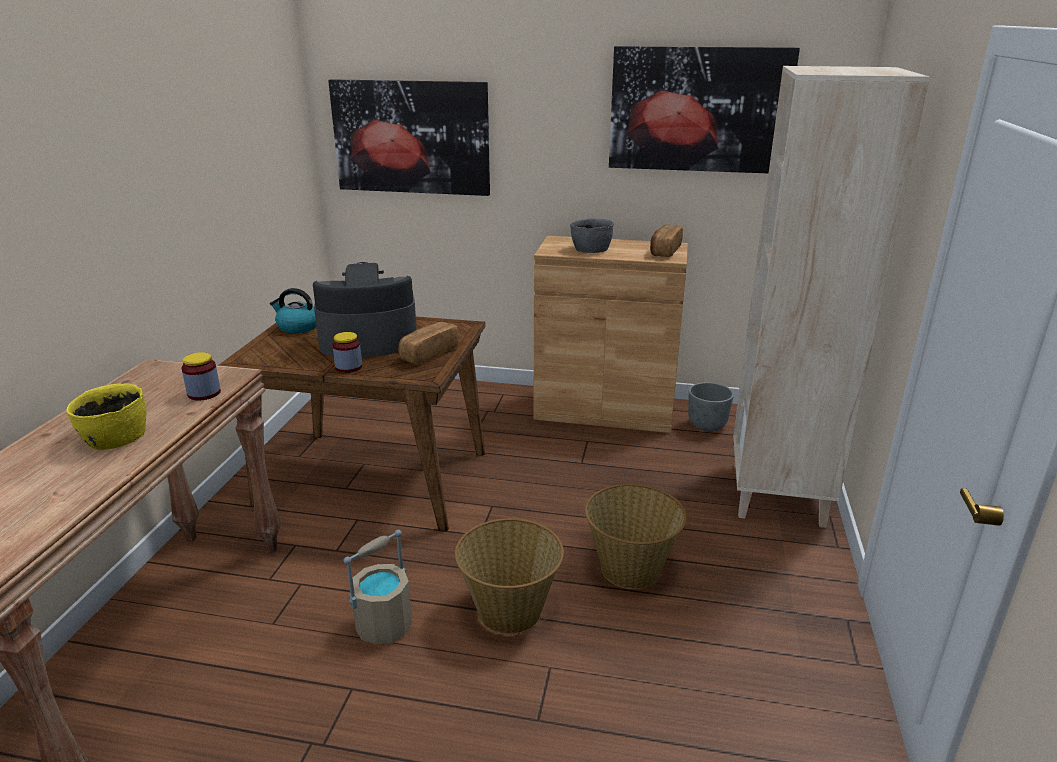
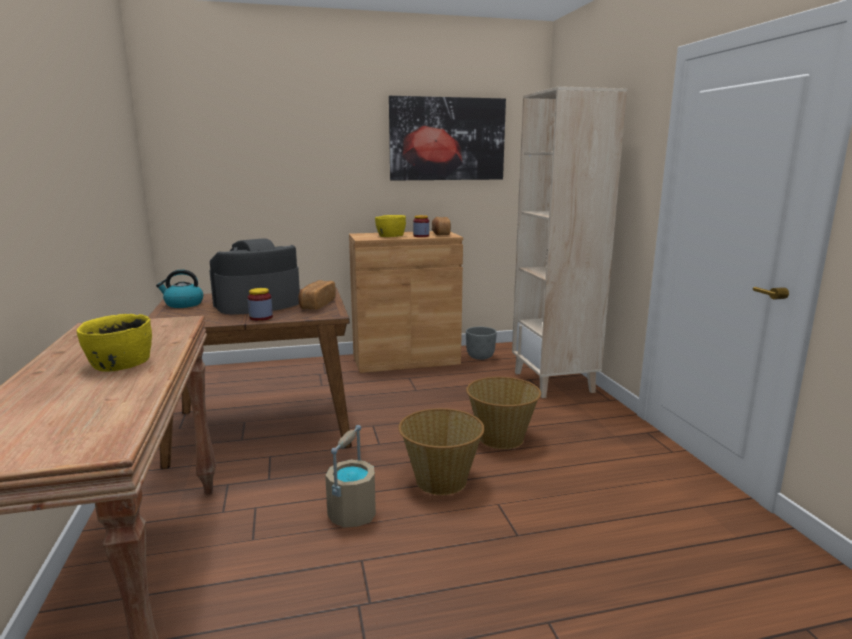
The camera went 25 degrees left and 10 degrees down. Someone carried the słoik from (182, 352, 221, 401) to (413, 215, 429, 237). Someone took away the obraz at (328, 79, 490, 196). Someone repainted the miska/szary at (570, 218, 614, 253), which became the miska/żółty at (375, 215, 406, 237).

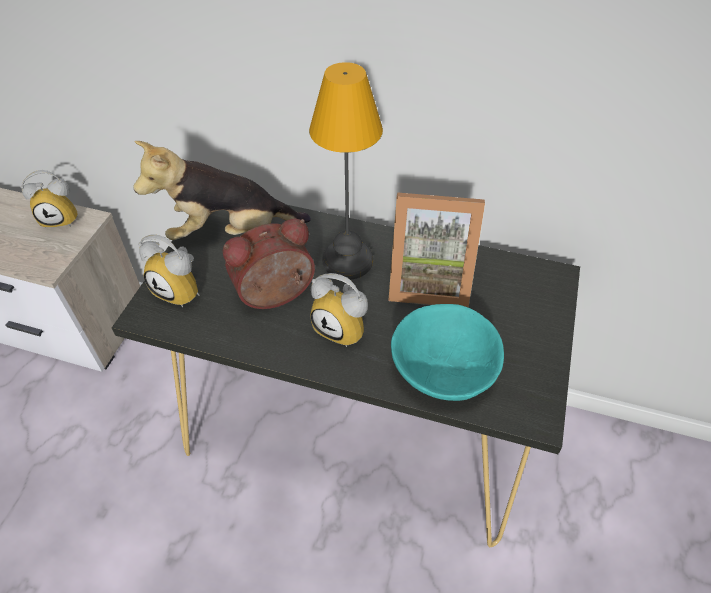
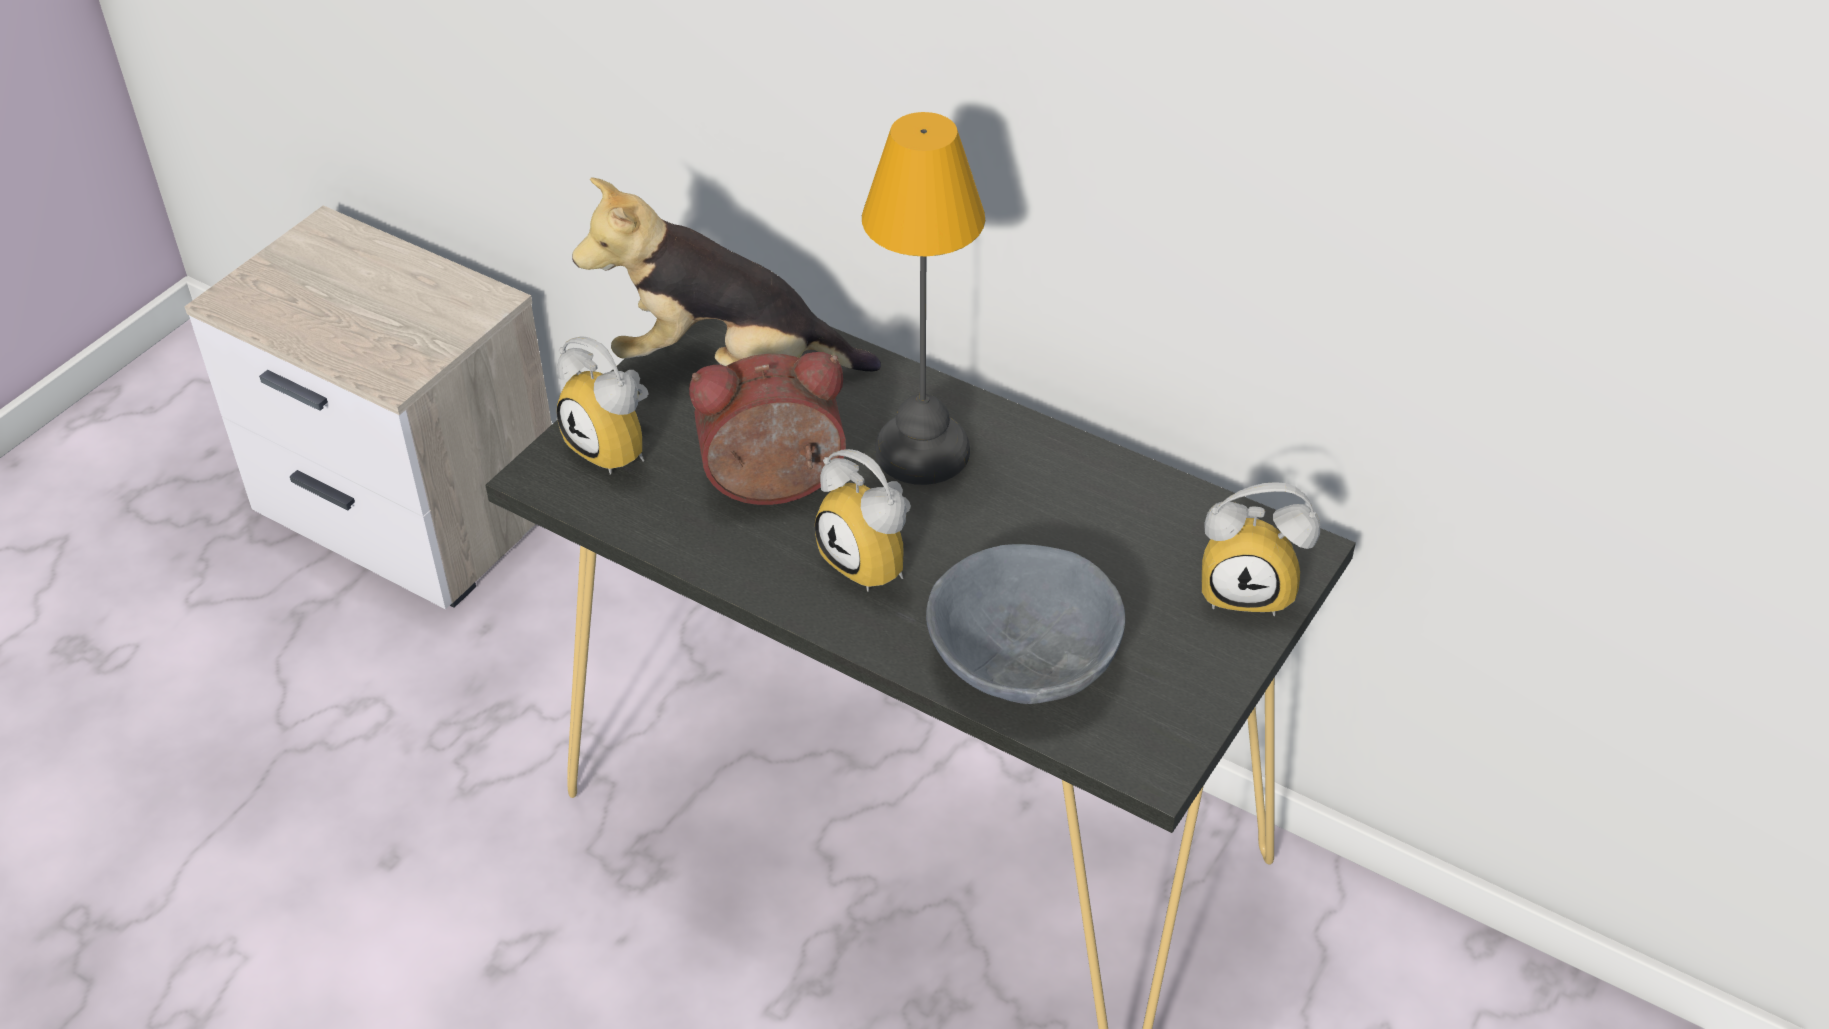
The camera went 15 degrees right and 5 degrees down. Someone carried the budzik from (20, 170, 78, 229) to (1202, 482, 1320, 616). Someone took away the ramka na zdjęcie at (388, 192, 485, 308). Someone repainted the miska/turkusowy at (391, 304, 504, 401), which became the miska/szary at (926, 544, 1125, 704).

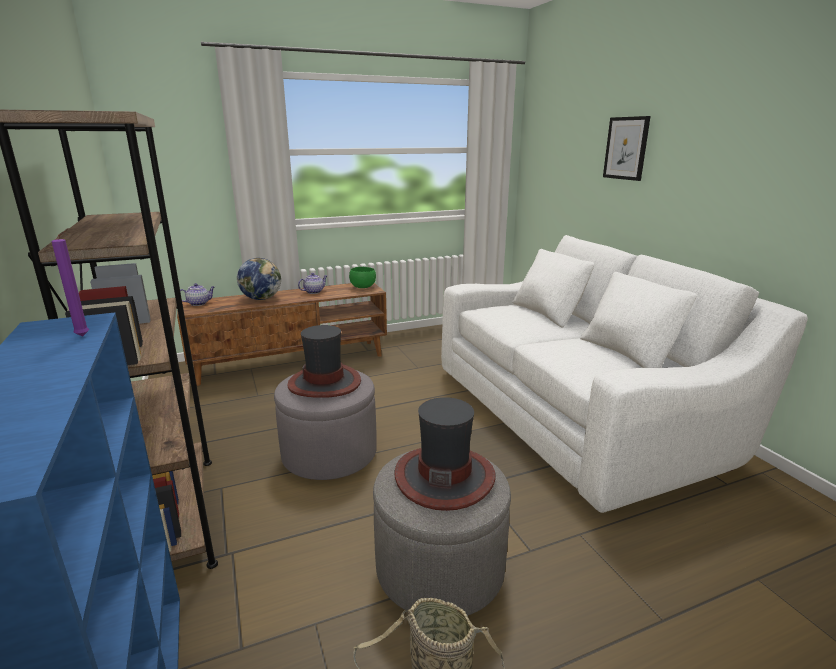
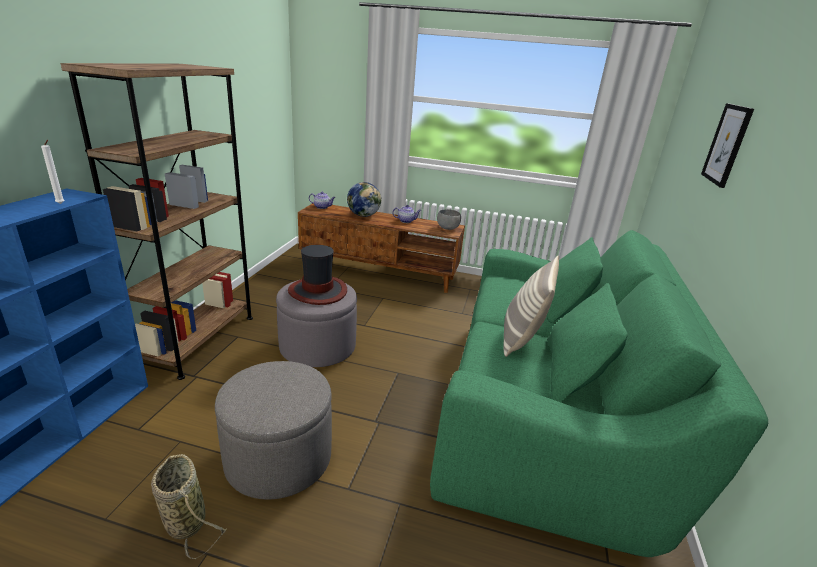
The camera went 35 degrees right and 5 degrees up. Someone repainted the świeca/fioletowy at (51, 228, 89, 336), which became the świeca/biały at (41, 140, 65, 204). Someone repainted the miska/zielony at (349, 267, 376, 288), which became the miska/szary at (437, 209, 461, 230). Someone took away the kapelusz at (394, 397, 496, 511). Someone repainted the kanapa/biały at (441, 235, 808, 513), which became the kanapa/zielony at (430, 230, 768, 557). Someone put down the poduszka at (503, 256, 559, 357).

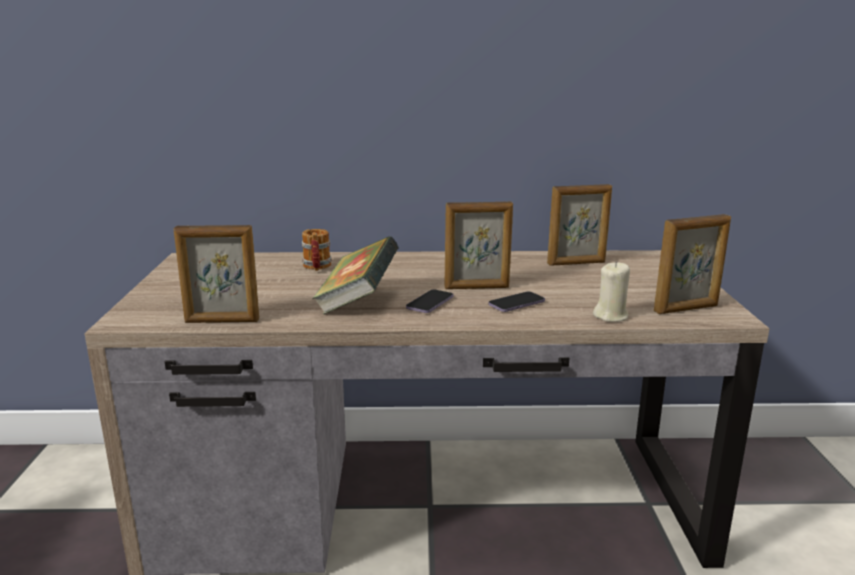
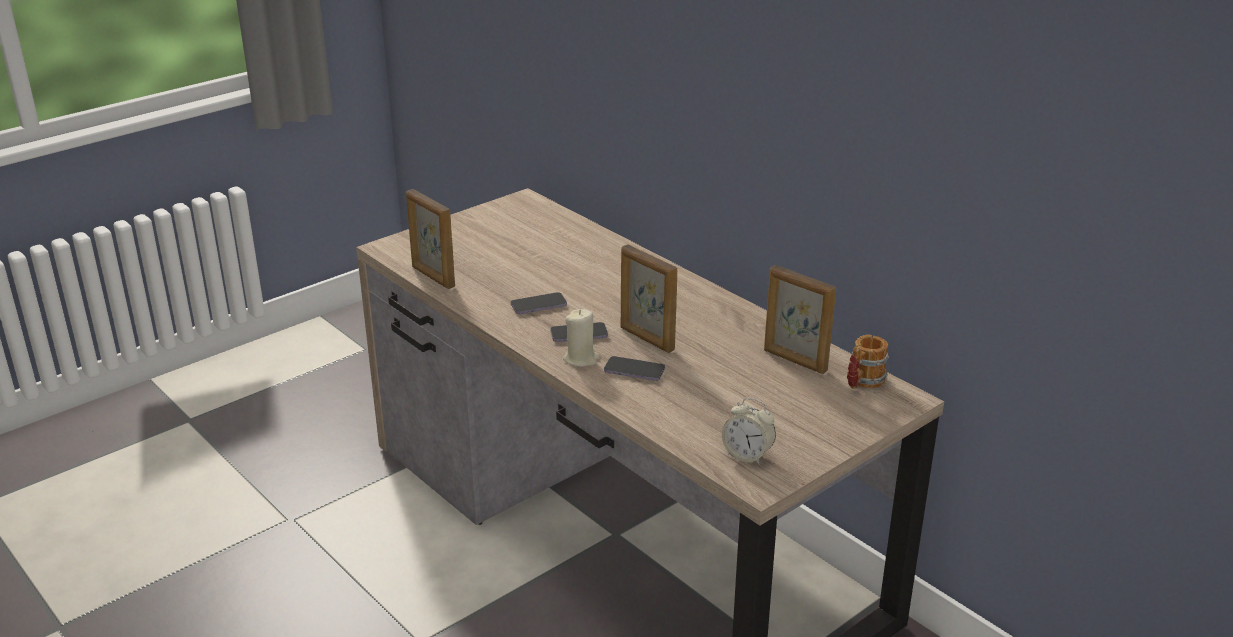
The camera went 50 degrees right and 10 degrees up. Someone carried the kubek from (302, 229, 332, 271) to (847, 335, 889, 389). Someone swapped the książka at (312, 236, 399, 314) for the telefon at (511, 292, 567, 314). Someone carried the świeca/beżowy from (593, 262, 630, 322) to (563, 309, 599, 367). Someone swapped the ramka na zdjęcie at (654, 214, 731, 314) for the budzik at (722, 398, 776, 465).

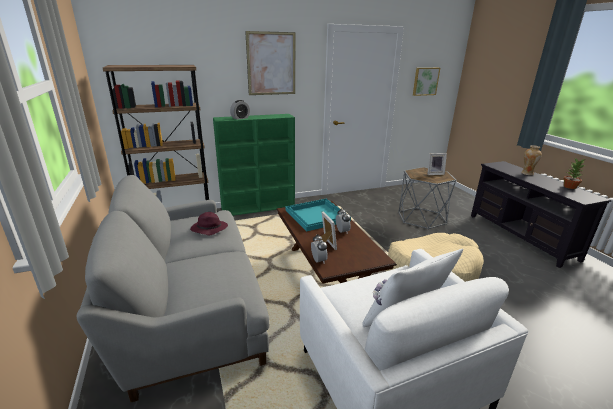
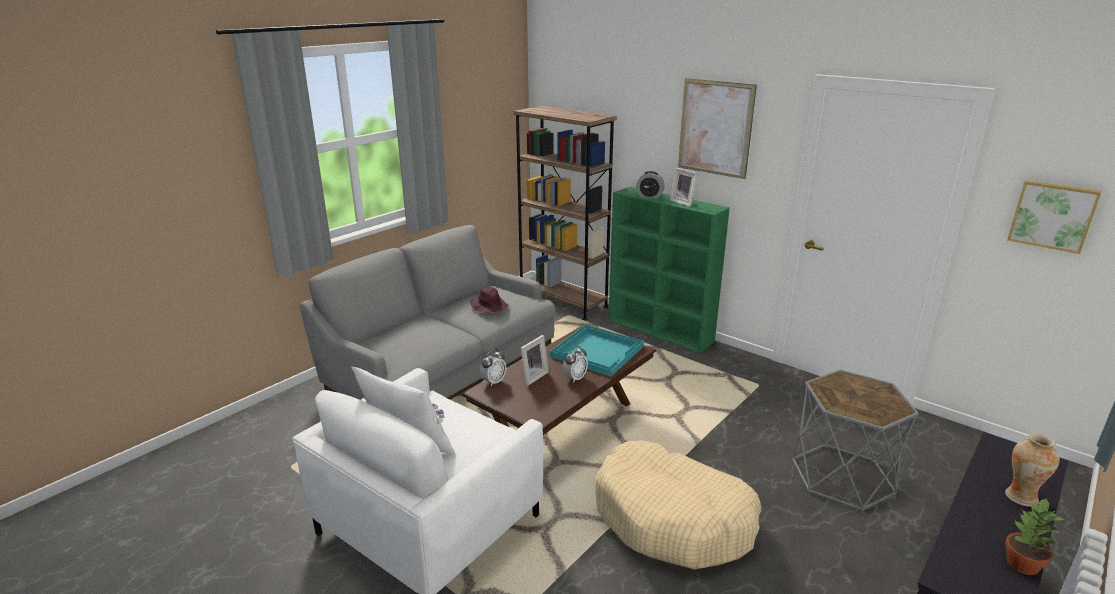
The camera went 60 degrees right and 0 degrees up. Someone carried the ramka na zdjęcie from (427, 153, 447, 175) to (670, 168, 697, 207).

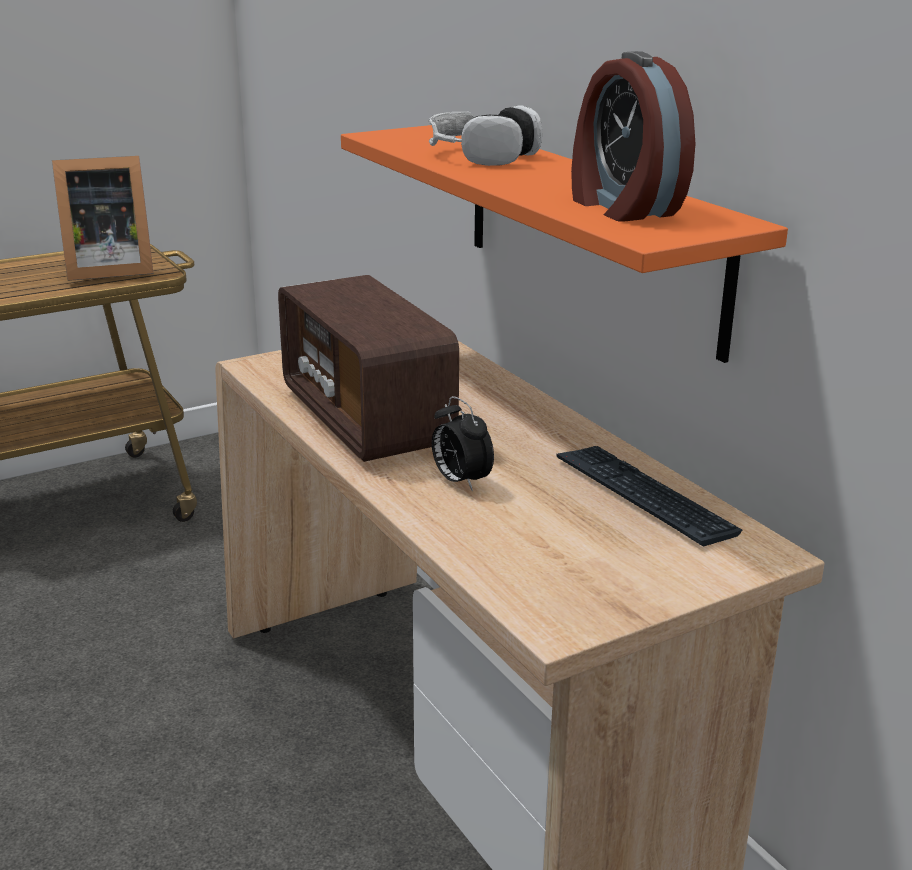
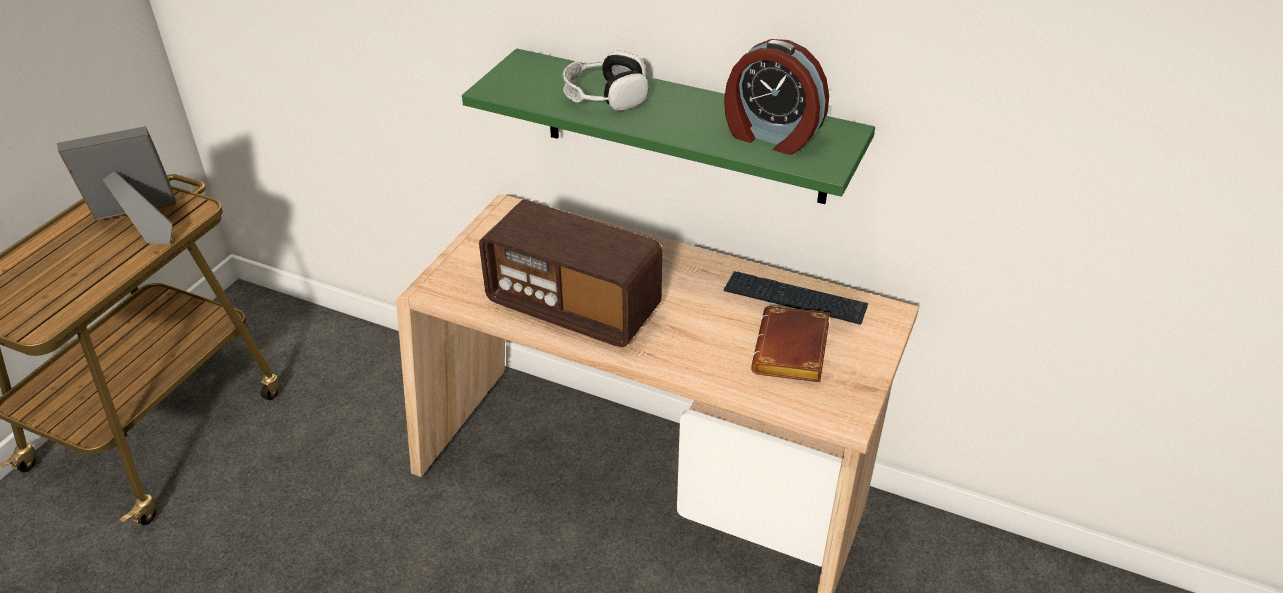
The camera went 35 degrees left and 15 degrees up. Someone rotated the ramka na zdjęcie at (52, 156, 153, 281) by 150 degrees counterclockwise. Someone repainted the półka/pomarańczowy at (341, 125, 788, 363), which became the półka/zielony at (462, 49, 875, 204). Someone took away the budzik at (432, 396, 494, 492). Someone put down the książka/brązowy at (751, 306, 830, 382).

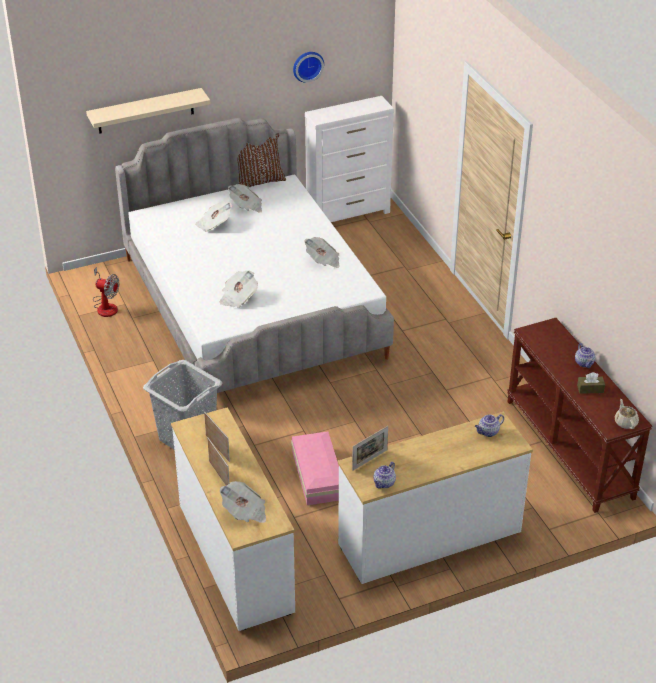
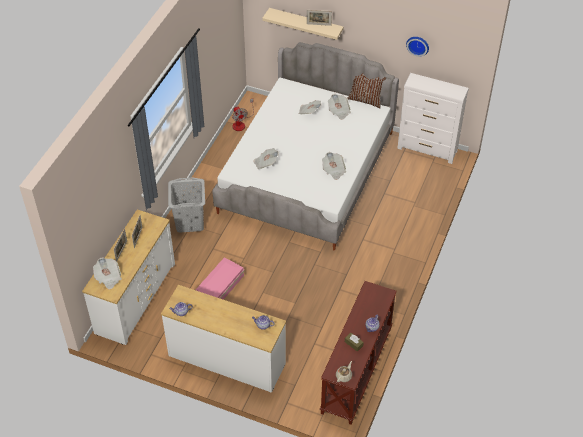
The camera went 45 degrees right and 10 degrees up. Someone carried the ramka na zdjęcie from (352, 426, 388, 471) to (307, 10, 332, 26).

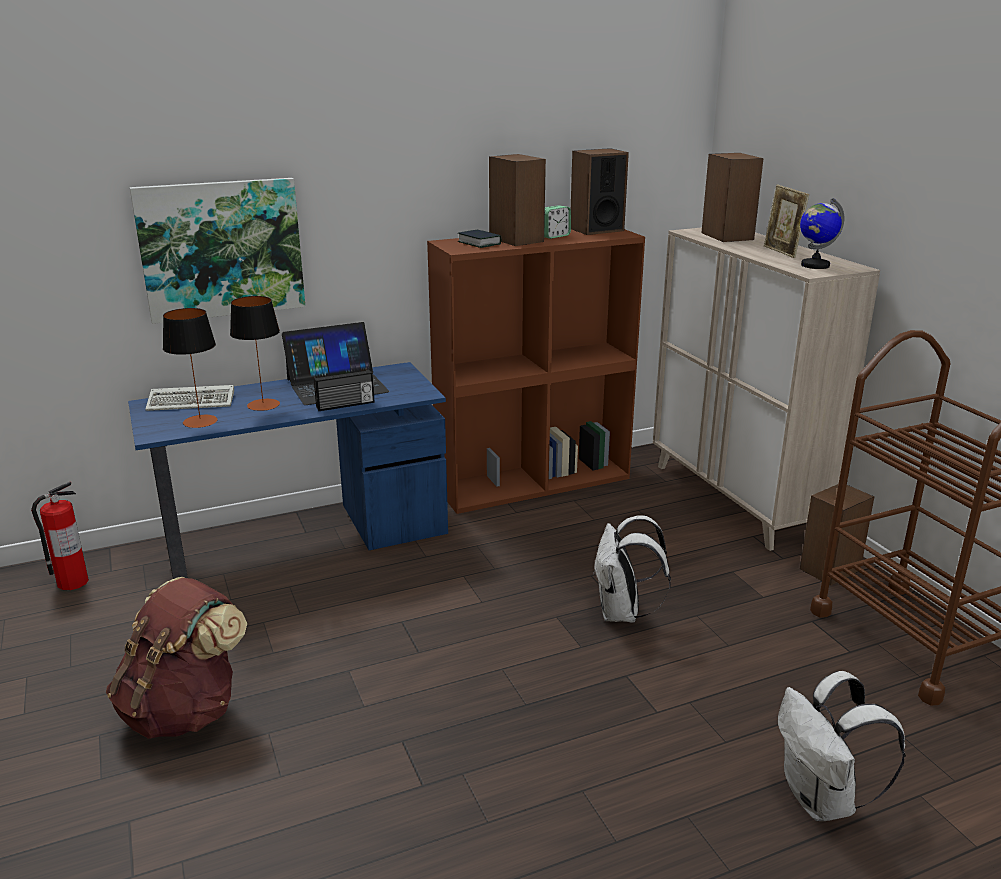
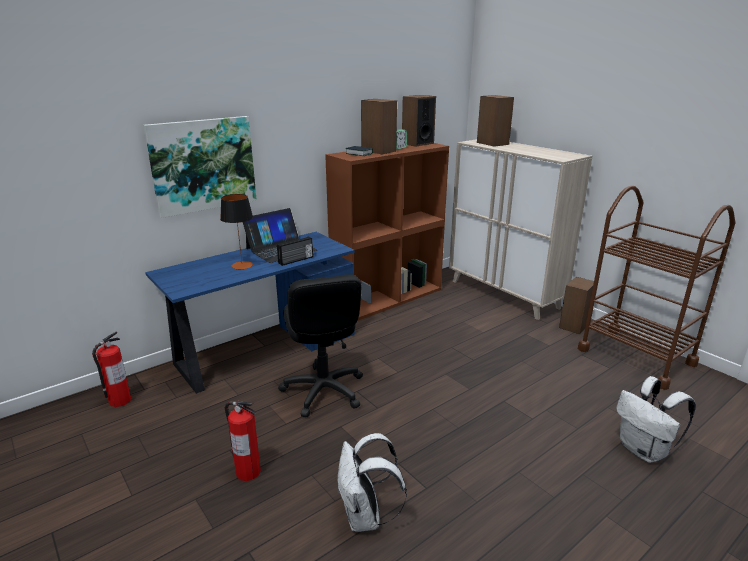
The camera went 15 degrees left and 0 degrees up. Someone swapped the plecak/brązowy at (106, 577, 247, 739) for the gaśnica at (224, 401, 261, 481). Someone took away the klawiatura at (145, 385, 234, 411). Someone took away the lampa stołowa at (163, 308, 218, 428). Someone carried the plecak/biały from (593, 515, 671, 623) to (338, 433, 407, 532). Someone took away the ramka na zdjęcie at (764, 185, 809, 258). Someone took away the globus at (800, 198, 844, 269). Someone put down the krzesło biurowe/czarny at (278, 274, 363, 418).

